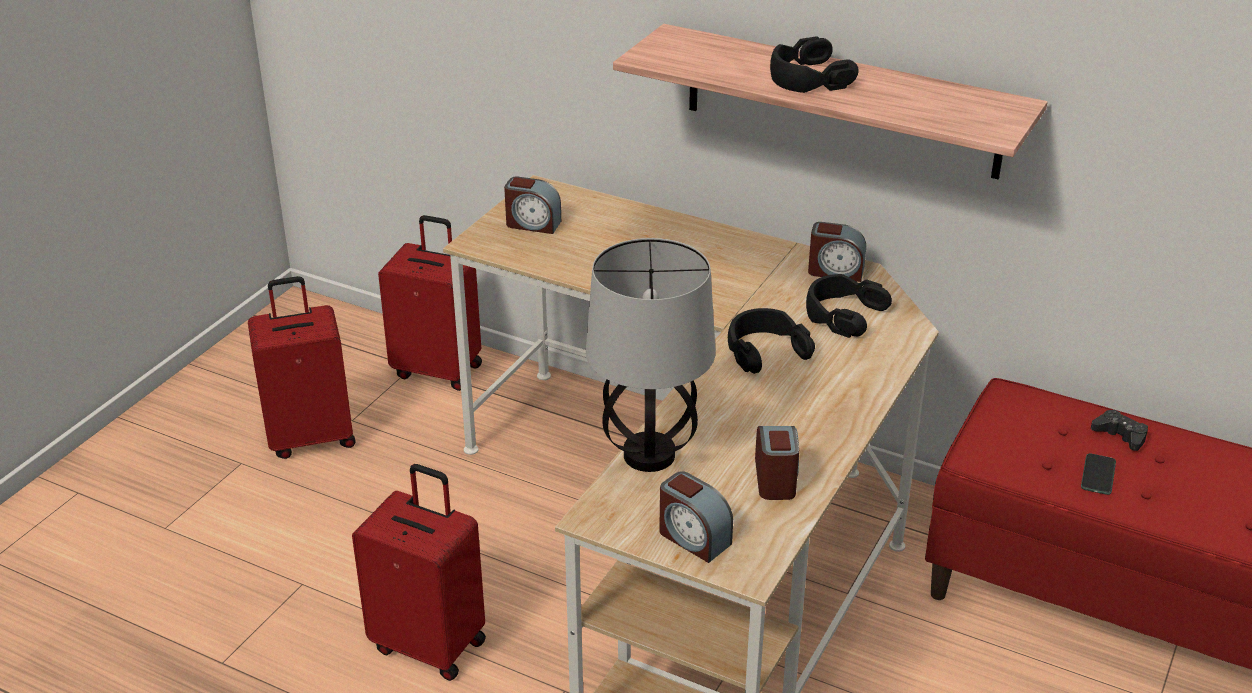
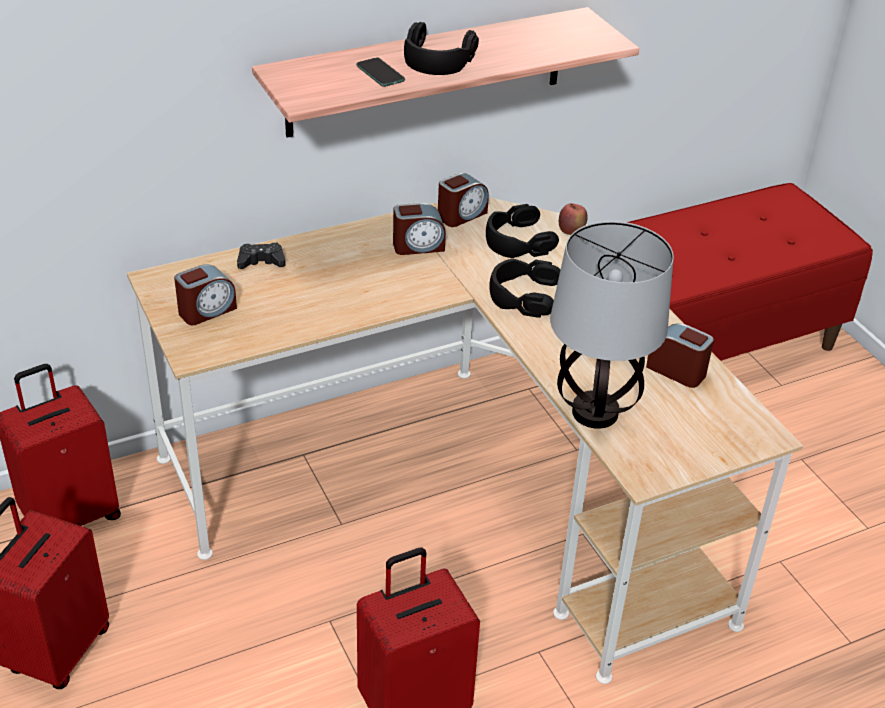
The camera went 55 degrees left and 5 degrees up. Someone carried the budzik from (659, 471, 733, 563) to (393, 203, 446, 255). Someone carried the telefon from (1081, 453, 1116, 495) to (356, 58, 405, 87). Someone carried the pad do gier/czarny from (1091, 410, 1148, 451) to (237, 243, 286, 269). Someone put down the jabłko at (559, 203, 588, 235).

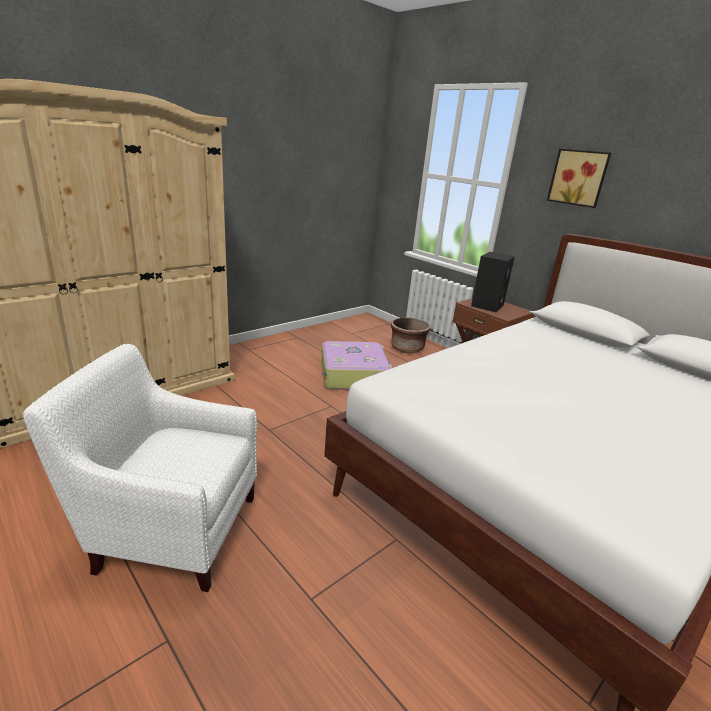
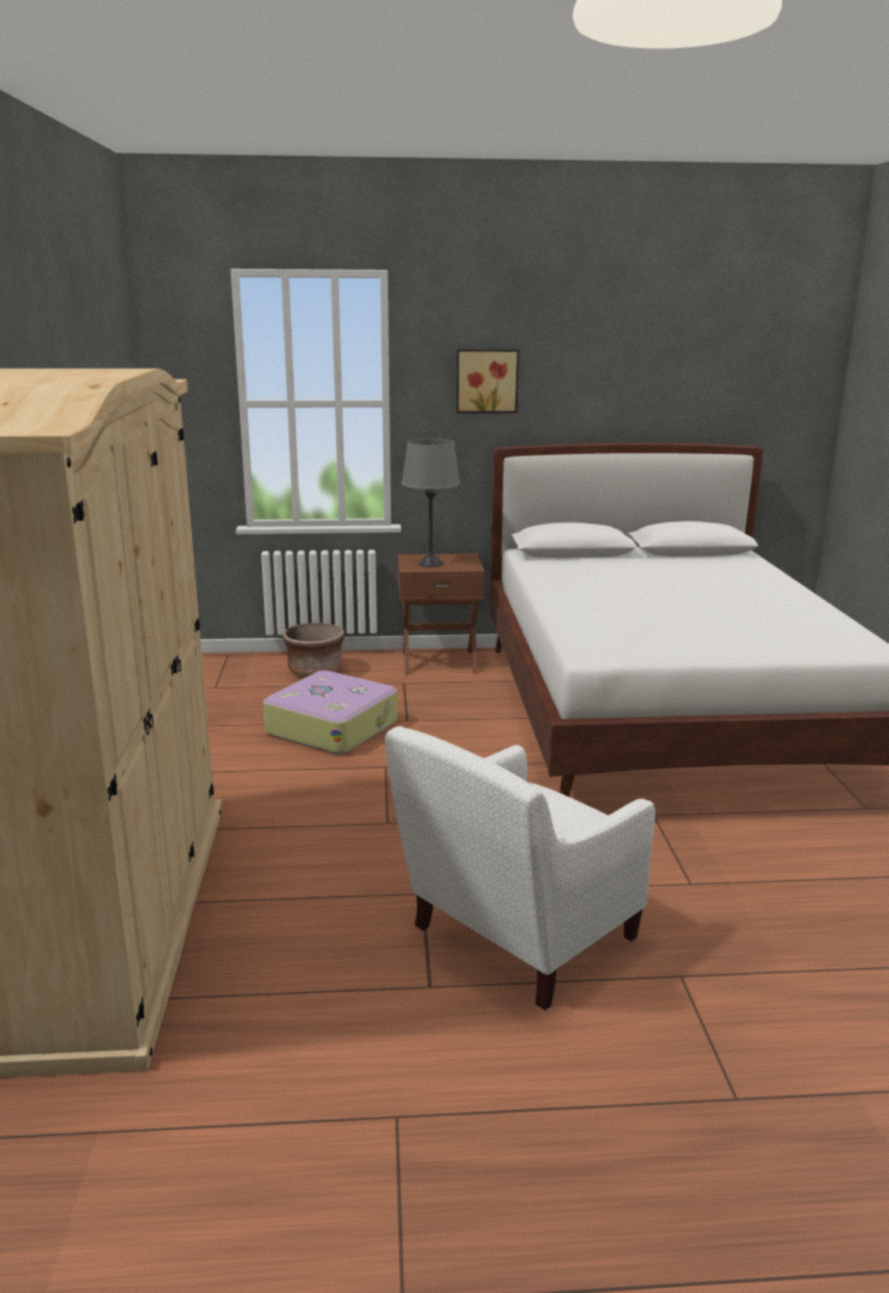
The camera went 50 degrees left and 5 degrees down. Someone swapped the głośnik/czarny at (471, 252, 515, 312) for the lampa stołowa/szary at (401, 438, 460, 567).

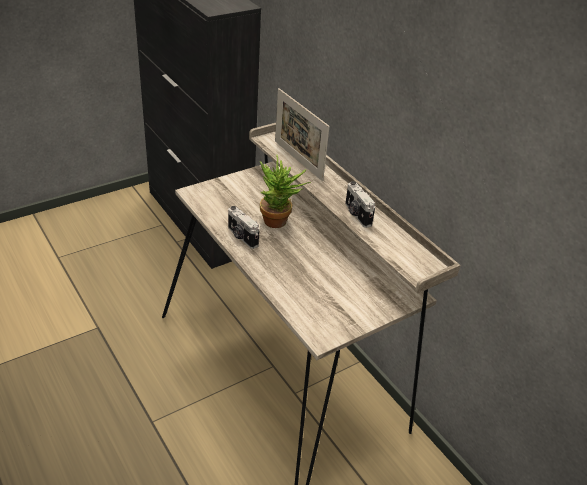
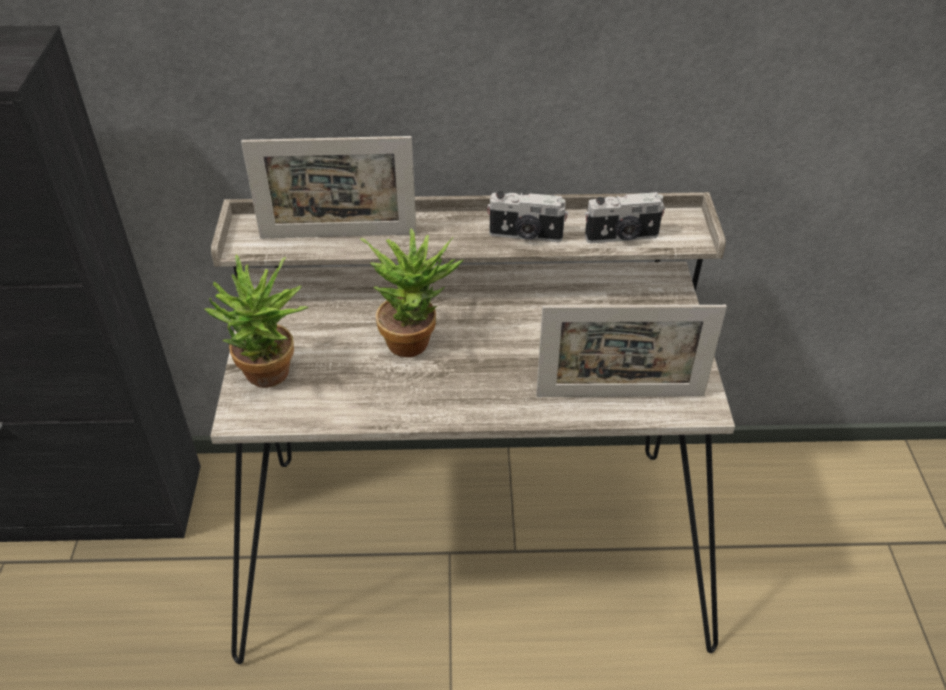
The camera went 55 degrees left and 5 degrees up. Someone carried the aparat fotograficzny from (228, 206, 259, 249) to (585, 192, 665, 243). Someone put down the roślina doniczkowa at (204, 255, 308, 388). Someone put down the ramka na zdjęcie at (536, 305, 727, 397).

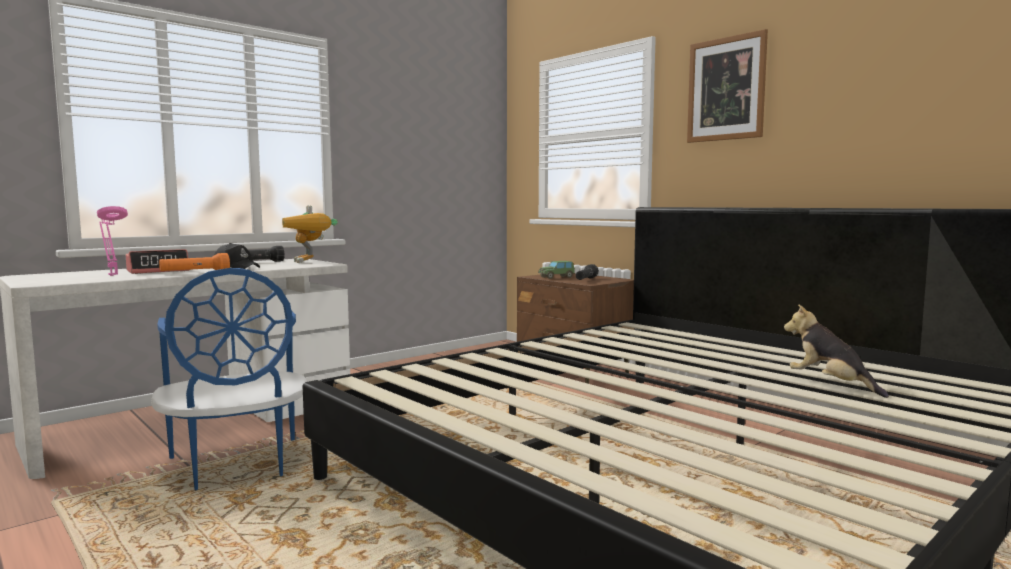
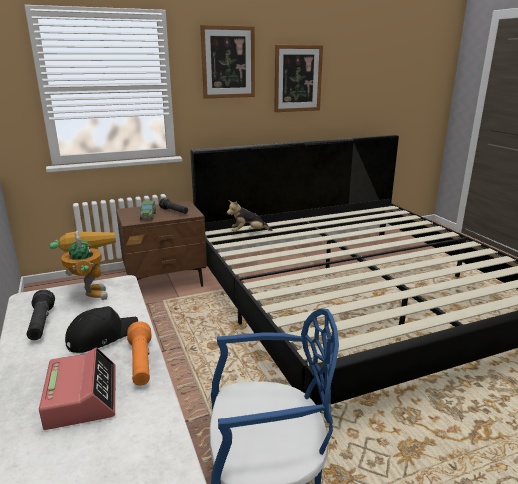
The camera went 70 degrees left and 15 degrees up. Someone took away the lampa stołowa/różowy at (97, 206, 128, 276). Someone rotated the robot zabawkowy at (282, 206, 338, 263) by 105 degrees counterclockwise. Someone carried the pluszak from (784, 304, 889, 398) to (227, 200, 272, 231). Someone put up the obraz at (274, 45, 323, 112).

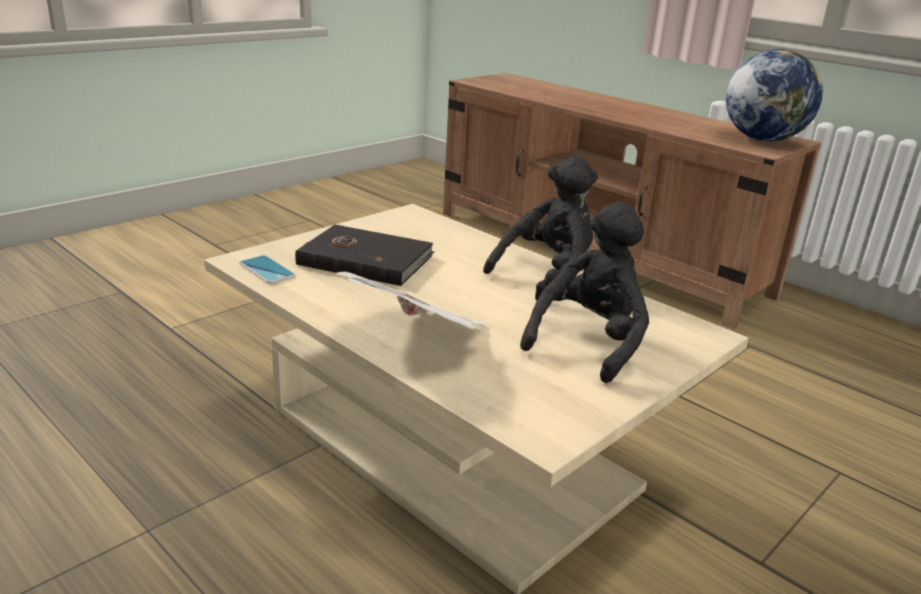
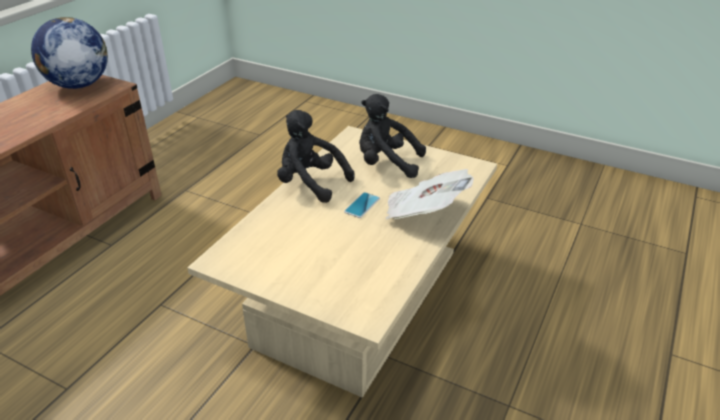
The camera went 105 degrees left and 10 degrees up. Someone carried the telefon from (239, 255, 296, 284) to (344, 192, 380, 218). Someone took away the książka/czarny at (295, 225, 434, 286).

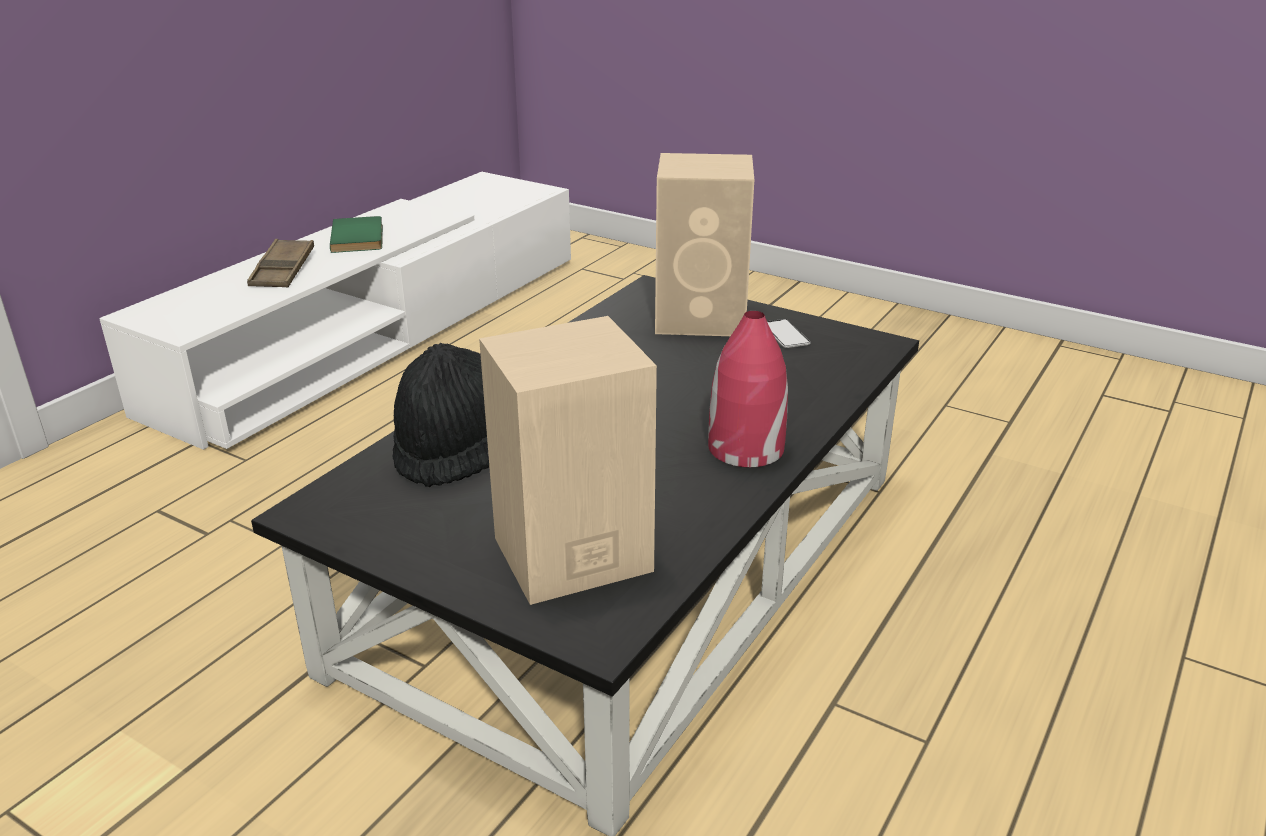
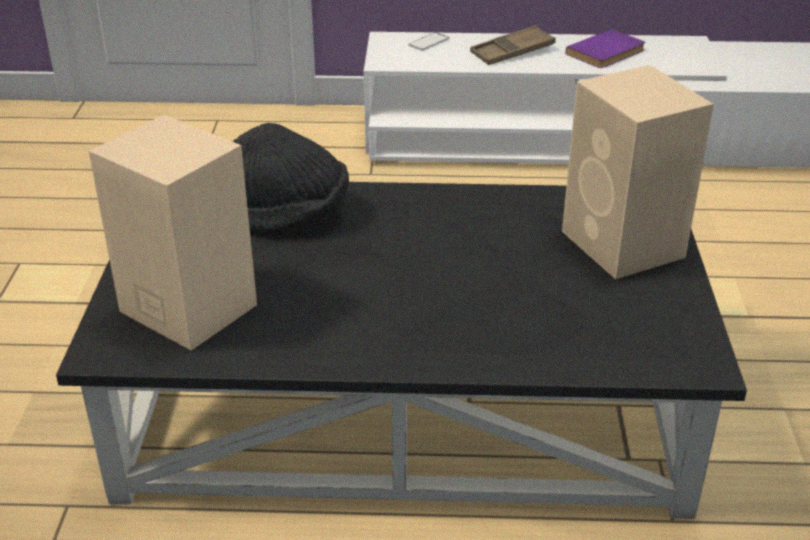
The camera went 60 degrees right and 5 degrees up. Someone repainted the książka/zielony at (330, 216, 383, 253), which became the książka/fioletowy at (566, 29, 645, 68). Someone took away the wazon/czerwony at (708, 311, 788, 467). Someone carried the telefon from (767, 319, 811, 348) to (408, 32, 449, 50).

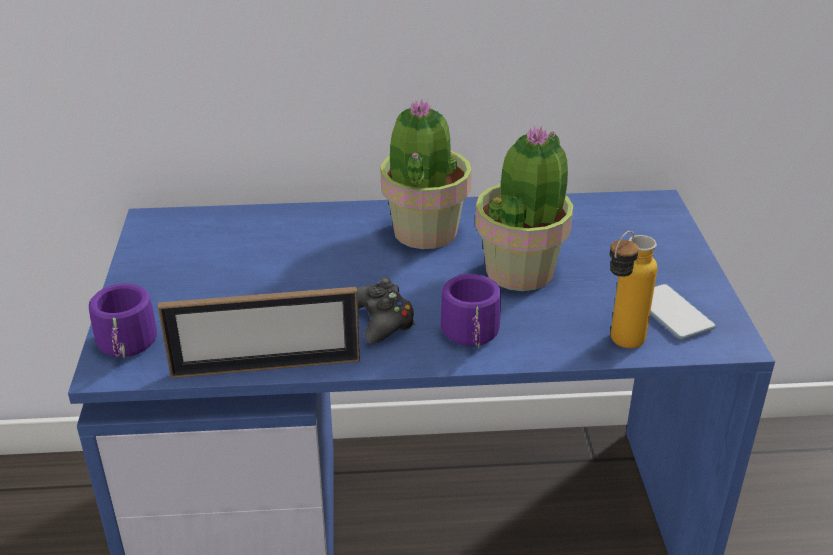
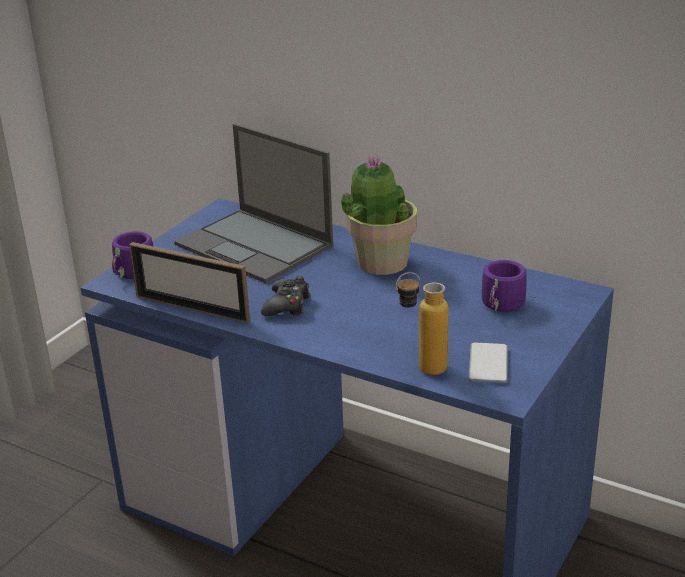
The camera went 35 degrees right and 5 degrees down. Someone carried the kubek/fioletowy from (441, 274, 502, 348) to (482, 260, 536, 312). Someone took away the roślina doniczkowa at (475, 126, 573, 291). Someone put down the laptop at (174, 124, 333, 283).

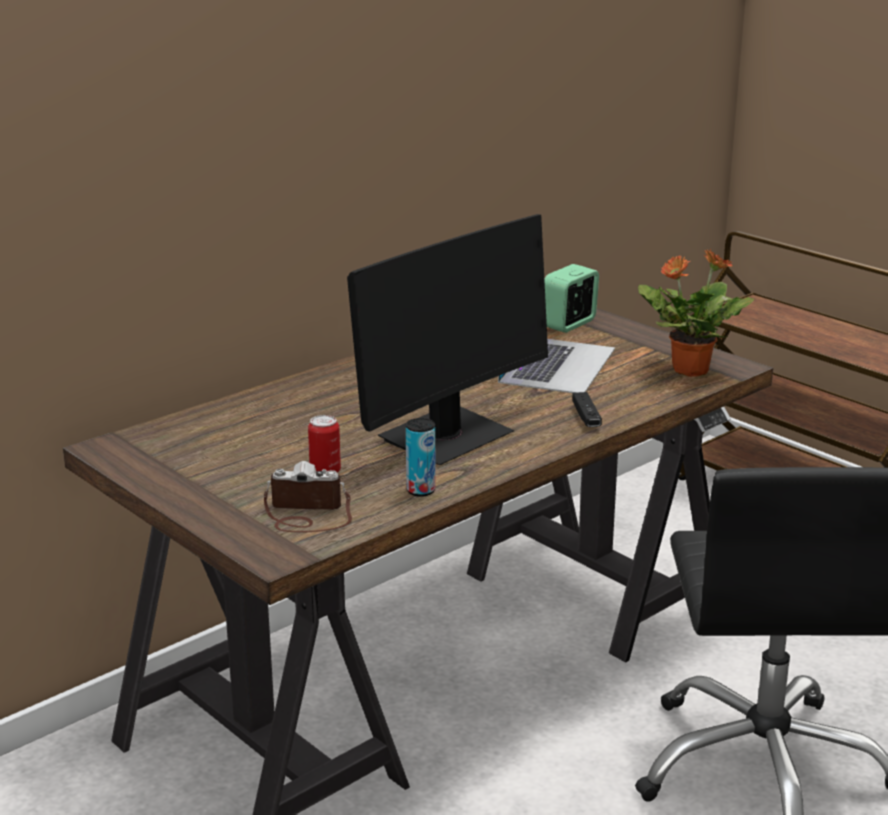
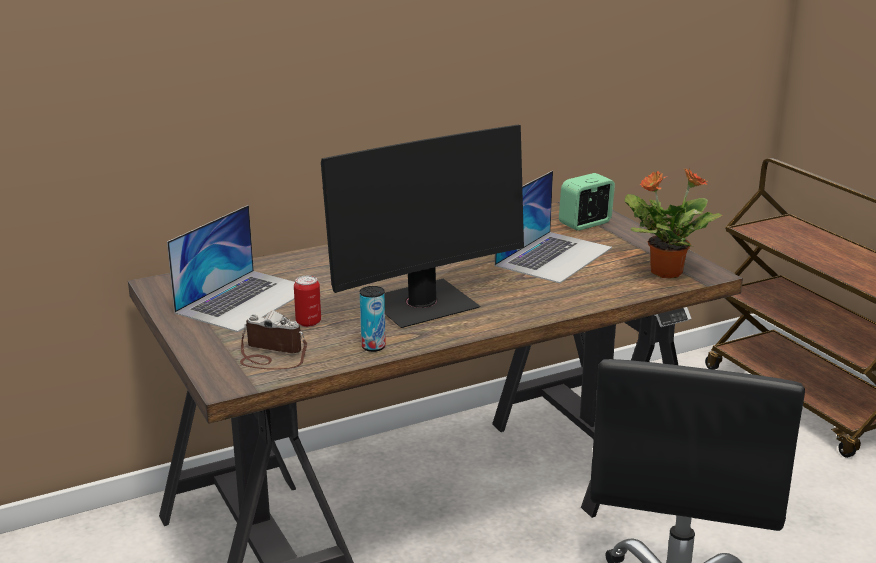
The camera went 15 degrees right and 0 degrees up. Someone took away the pad do gier/czarny at (572, 392, 602, 427). Someone put down the laptop at (167, 205, 295, 332).

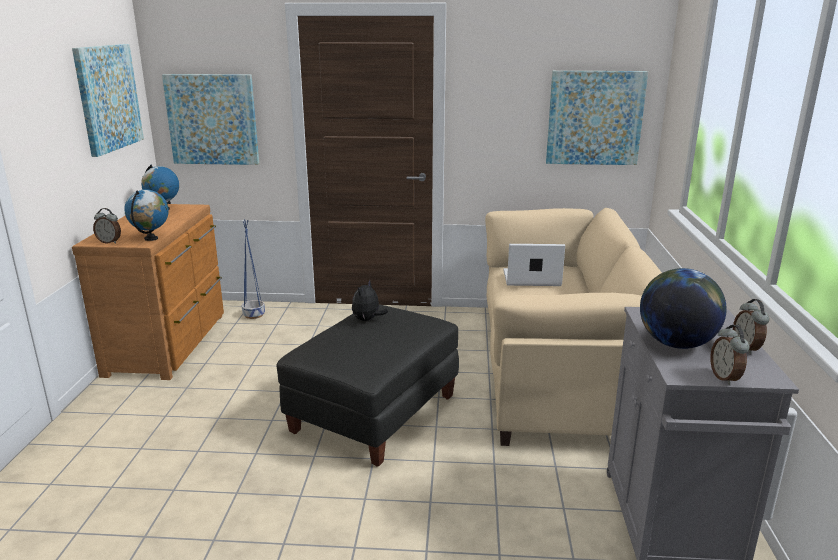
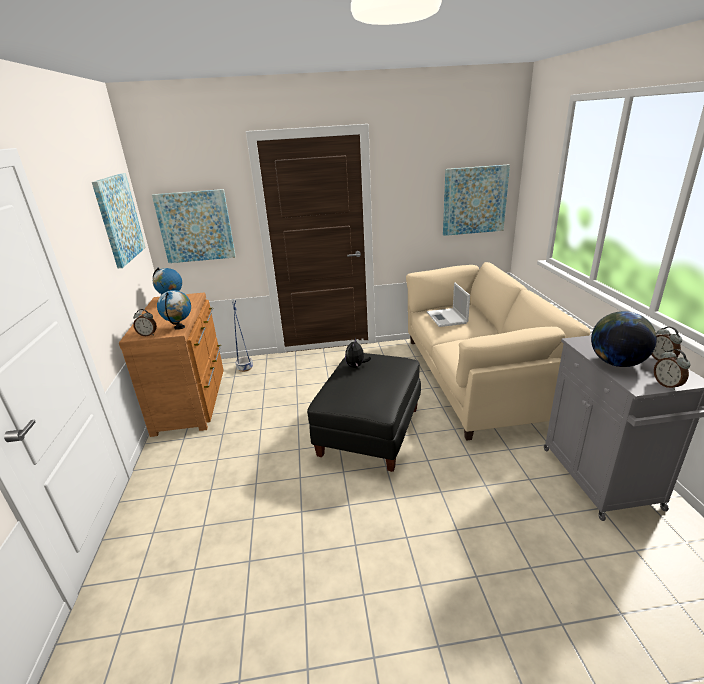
The camera went 10 degrees left and 5 degrees up. Someone rotated the laptop at (503, 244, 565, 286) by 90 degrees counterclockwise.

